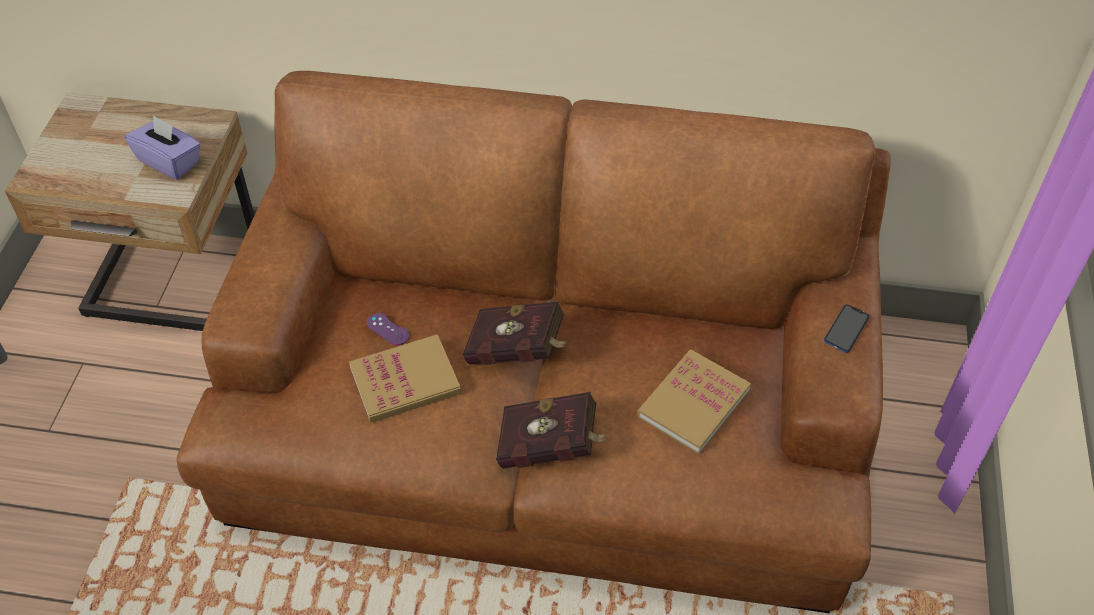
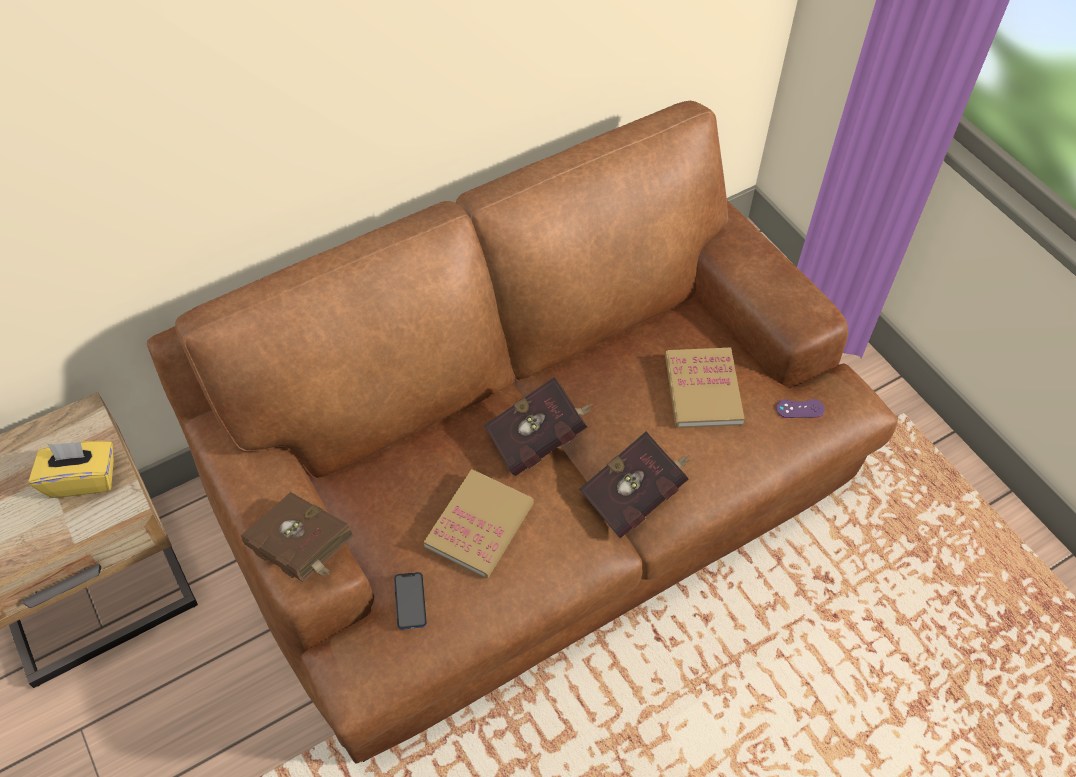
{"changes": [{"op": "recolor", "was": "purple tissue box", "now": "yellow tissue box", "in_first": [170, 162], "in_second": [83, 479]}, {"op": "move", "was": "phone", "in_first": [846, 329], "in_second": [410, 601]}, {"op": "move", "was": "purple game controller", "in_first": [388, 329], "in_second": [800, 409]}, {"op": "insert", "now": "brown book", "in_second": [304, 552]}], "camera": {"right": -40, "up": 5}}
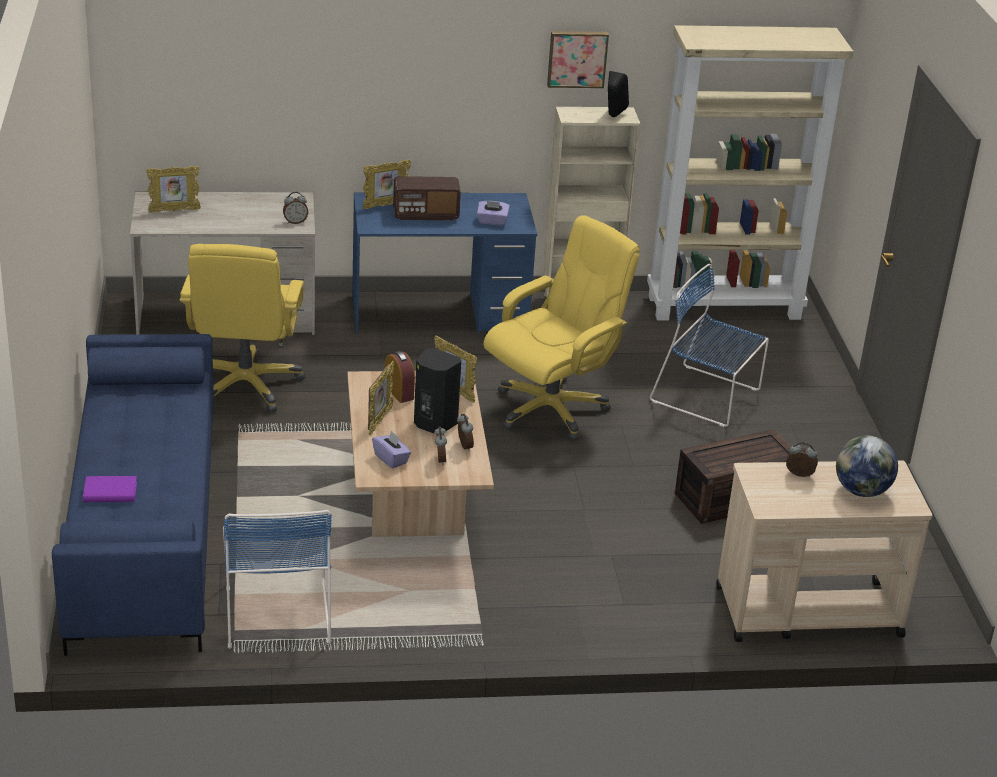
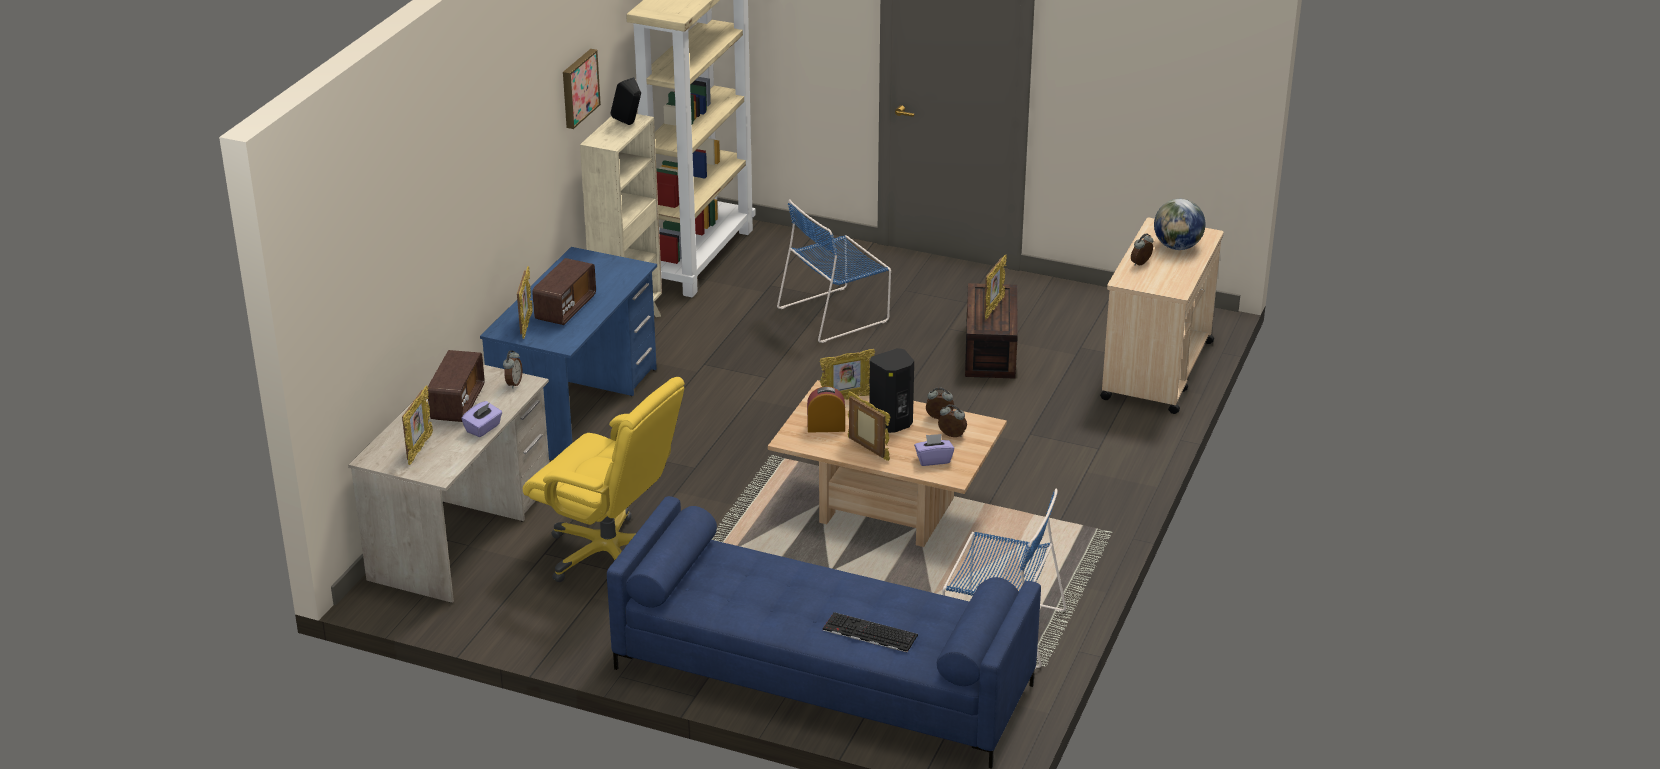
{"changes": [{"op": "move", "was": "purple tissue box", "in_first": [492, 221], "in_second": [483, 428]}, {"op": "delete", "was": "yellow office chair", "in_first": [551, 409]}, {"op": "replace", "was": "purple book", "now": "keyboard", "in_first": [110, 492], "in_second": [868, 633]}, {"op": "insert", "now": "picture frame", "in_second": [993, 308]}, {"op": "insert", "now": "radio", "in_second": [457, 404]}], "camera": {"right": -60, "up": 0}}
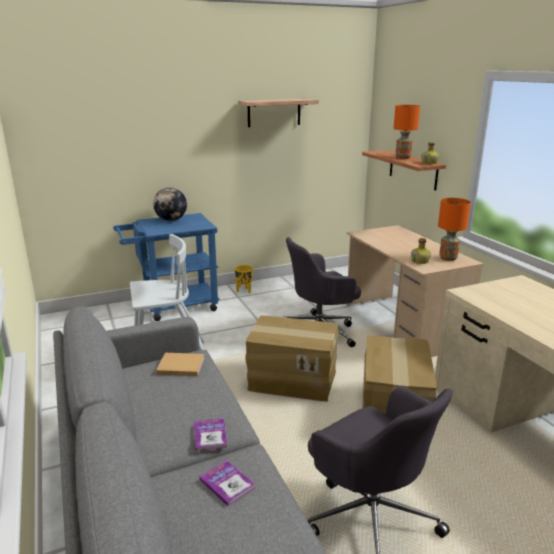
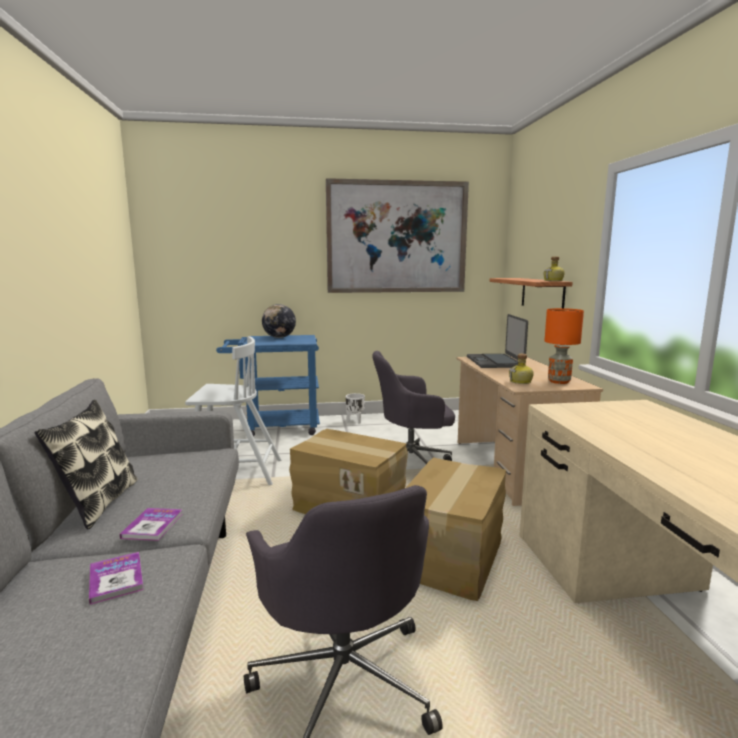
{"changes": [{"op": "replace", "was": "shelf", "now": "picture", "in_first": [274, 112], "in_second": [396, 237]}, {"op": "delete", "was": "orange table lamp", "in_first": [402, 157]}, {"op": "recolor", "was": "yellow planter", "now": "white planter", "in_first": [244, 290], "in_second": [355, 421]}, {"op": "delete", "was": "beige book", "in_first": [179, 366]}, {"op": "insert", "now": "laptop", "in_second": [495, 362]}, {"op": "insert", "now": "pillow", "in_second": [97, 503]}], "camera": {"right": 15, "up": -10}}
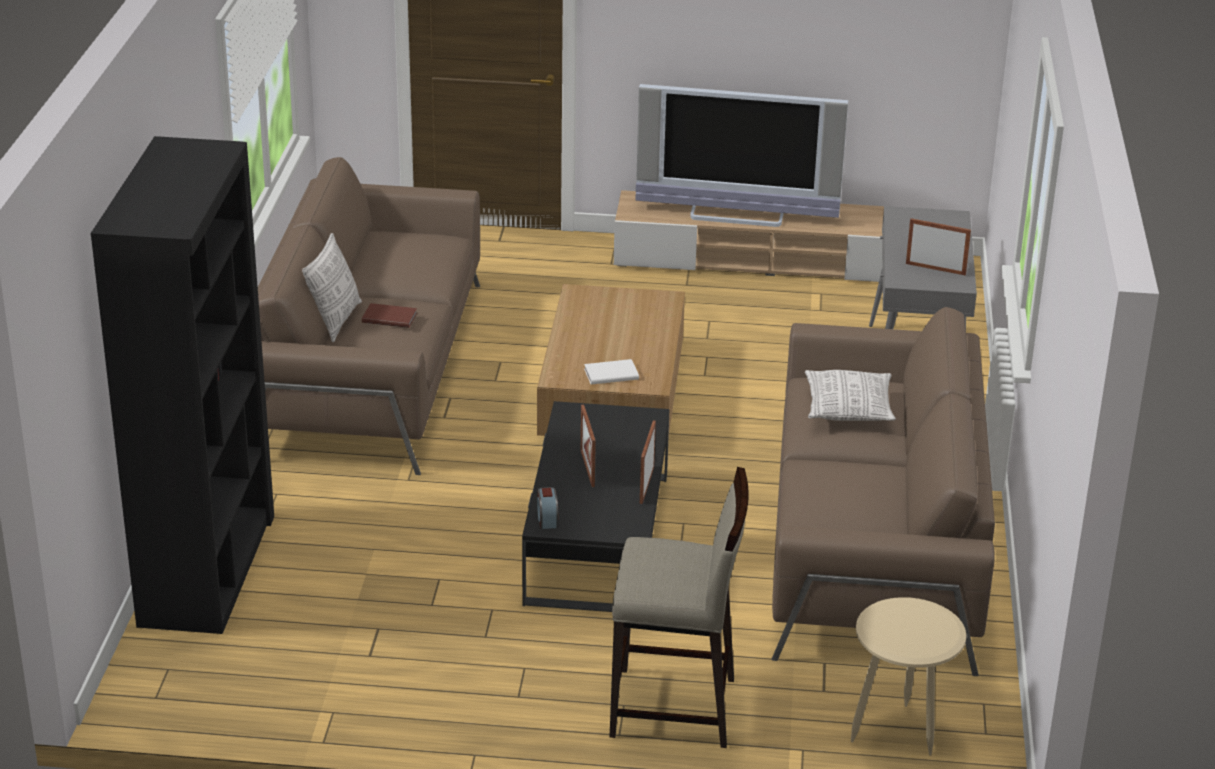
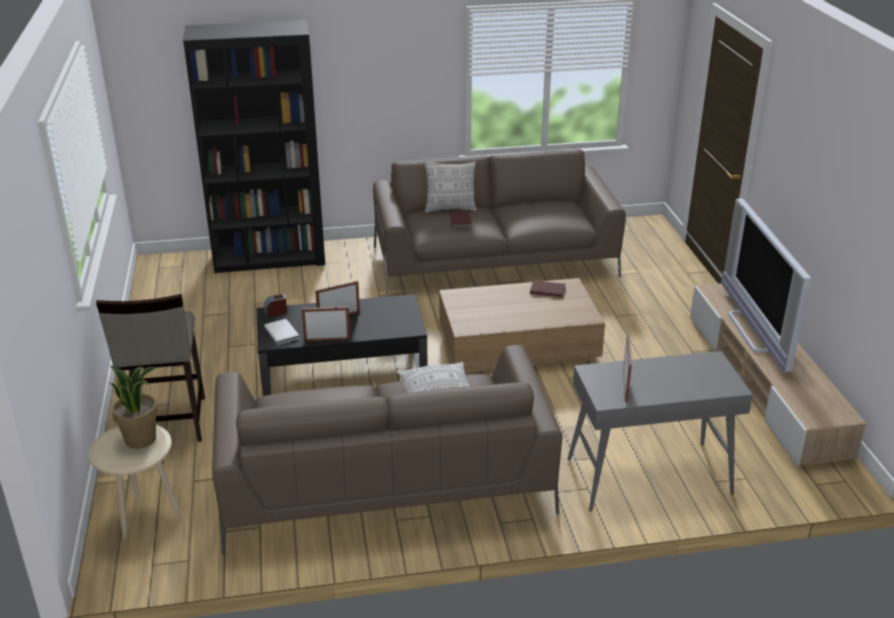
{"changes": [{"op": "move", "was": "white book", "in_first": [610, 373], "in_second": [282, 332]}, {"op": "insert", "now": "brown book", "in_second": [547, 290]}, {"op": "insert", "now": "potted plant", "in_second": [141, 439]}], "camera": {"right": 75, "up": 0}}
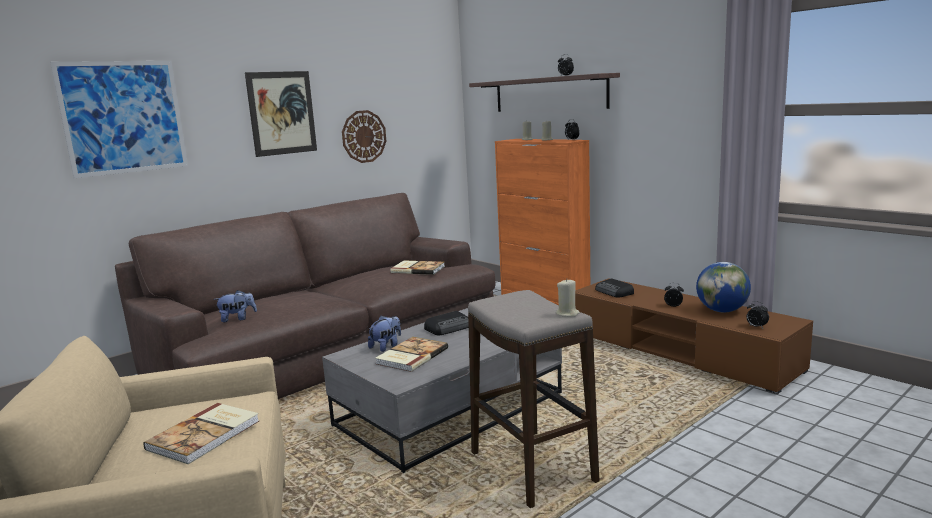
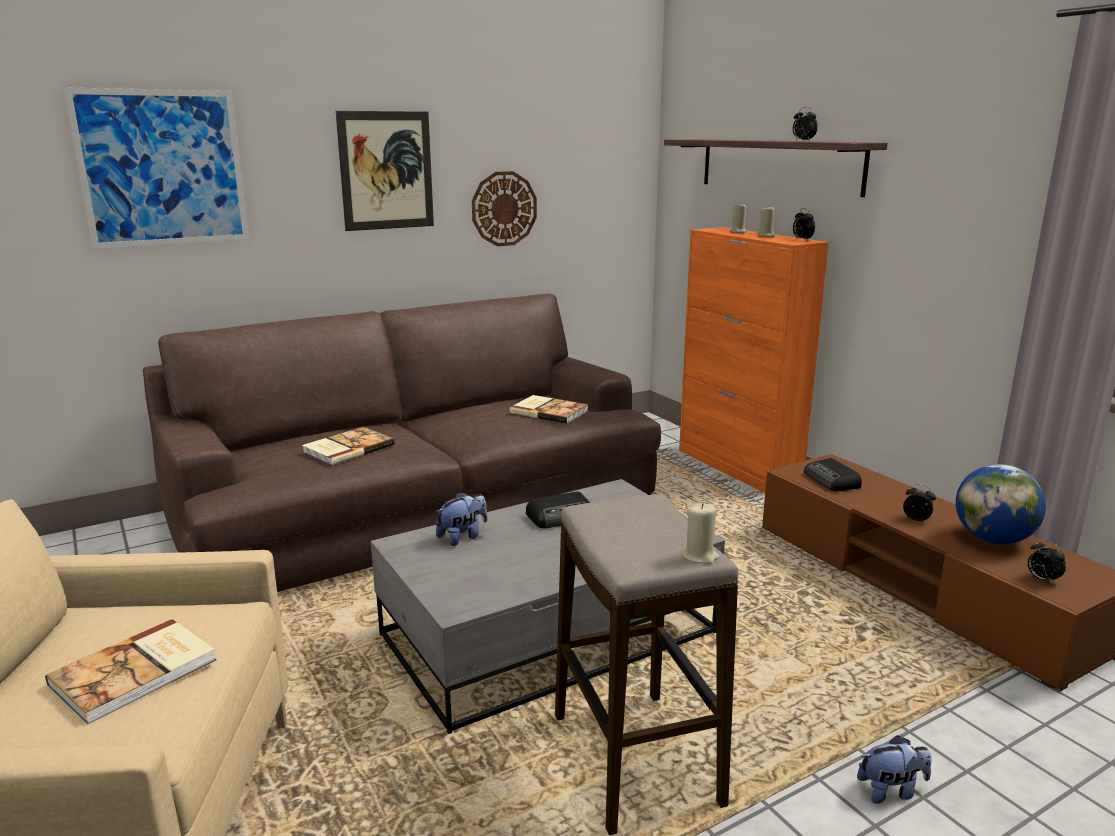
{"changes": [{"op": "move", "was": "plush toy", "in_first": [237, 319], "in_second": [891, 790]}, {"op": "move", "was": "book", "in_first": [410, 356], "in_second": [347, 448]}], "camera": {"right": 10, "up": 5}}
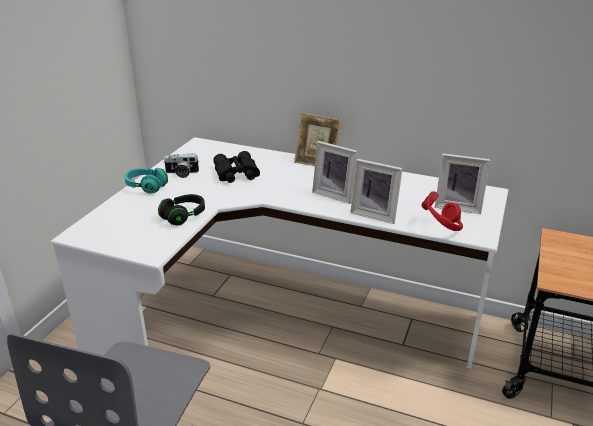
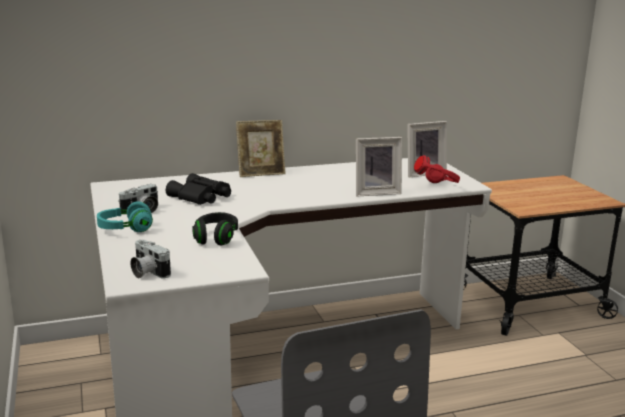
{"changes": [{"op": "delete", "was": "picture frame", "in_first": [335, 194]}, {"op": "insert", "now": "photo camera", "in_second": [147, 272]}], "camera": {"right": -40, "up": -10}}
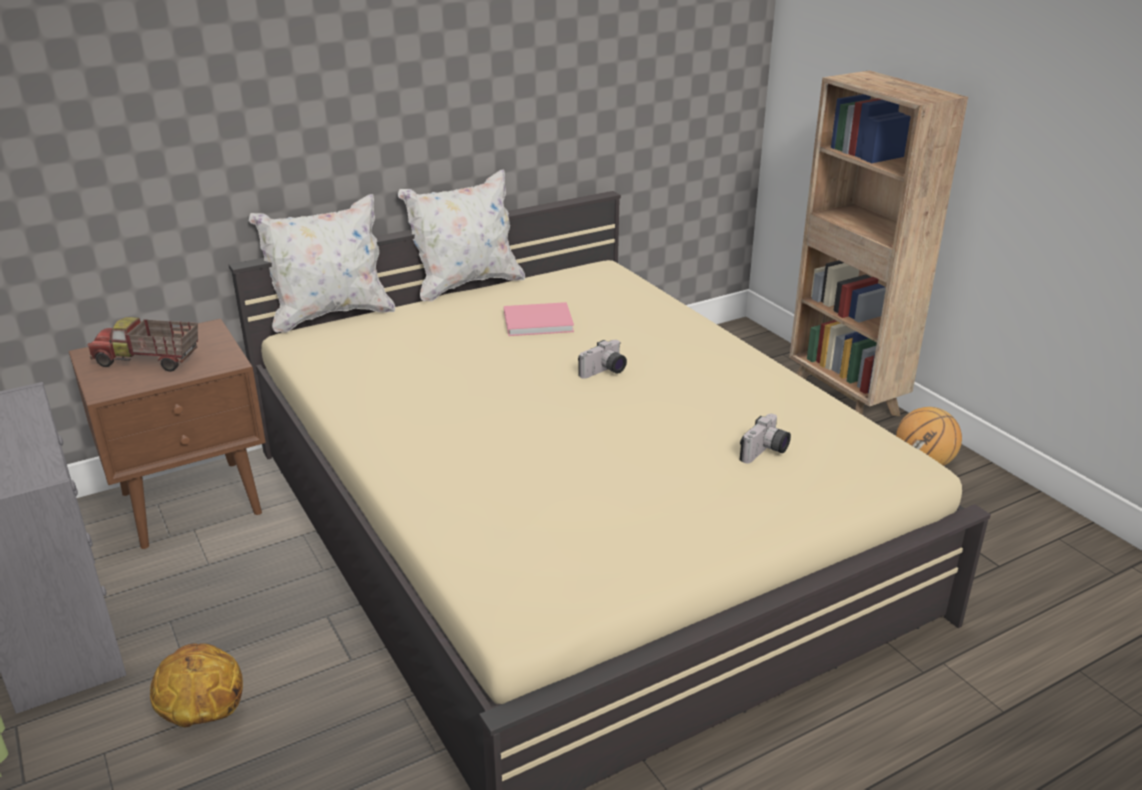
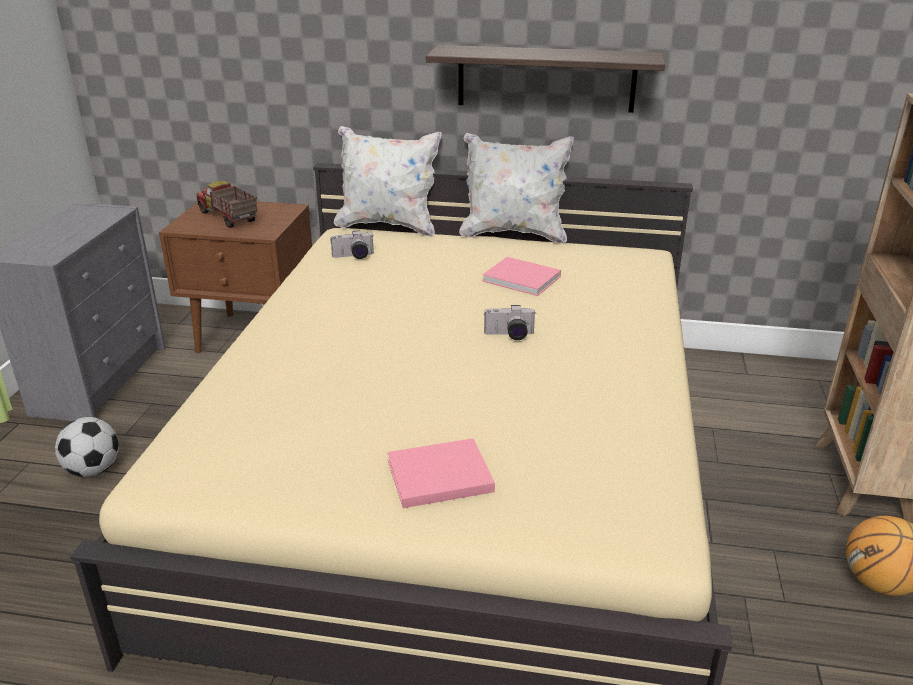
{"changes": [{"op": "move", "was": "photo camera", "in_first": [766, 452], "in_second": [353, 257]}, {"op": "replace", "was": "basketball", "now": "football", "in_first": [203, 716], "in_second": [93, 470]}, {"op": "insert", "now": "shelf", "in_second": [546, 78]}, {"op": "insert", "now": "pink book", "in_second": [436, 476]}], "camera": {"right": 40, "up": 0}}
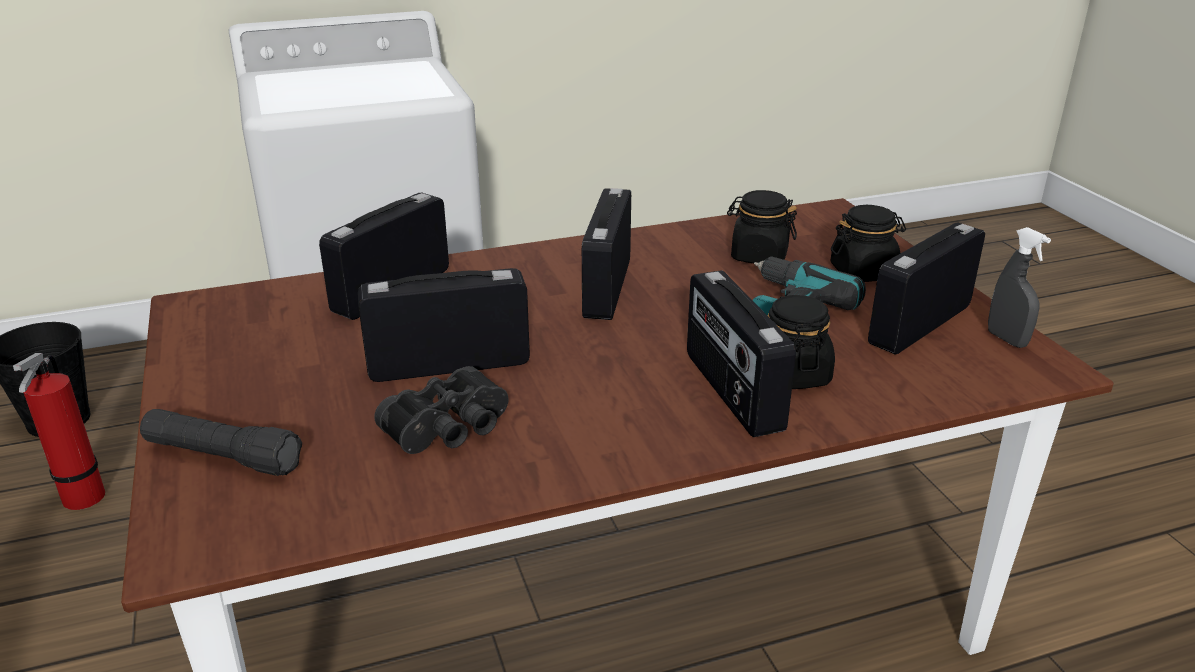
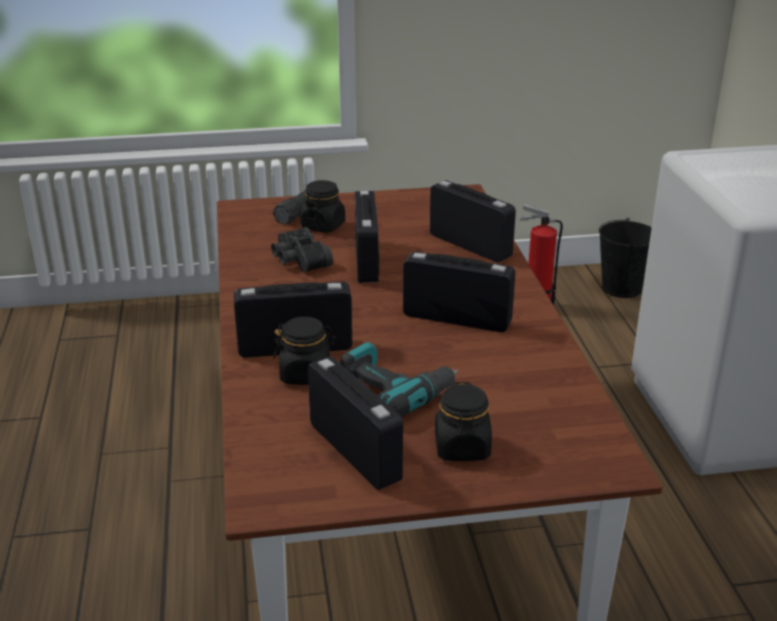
{"changes": [{"op": "move", "was": "black jar", "in_first": [759, 256], "in_second": [323, 225]}, {"op": "delete", "was": "grey spray bottle", "in_first": [1006, 339]}], "camera": {"right": 100, "up": 0}}
